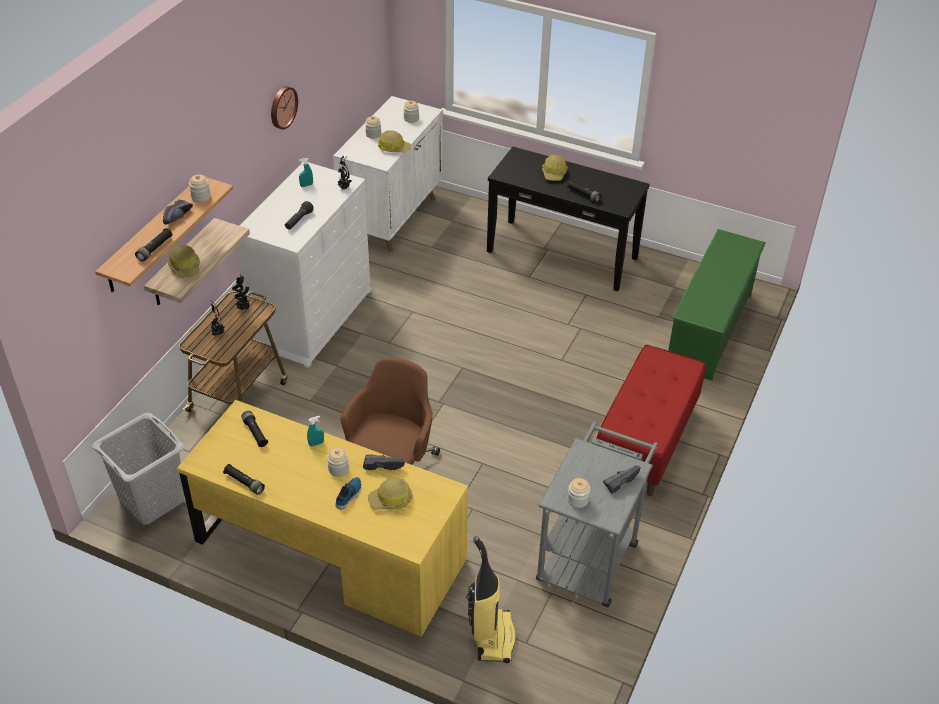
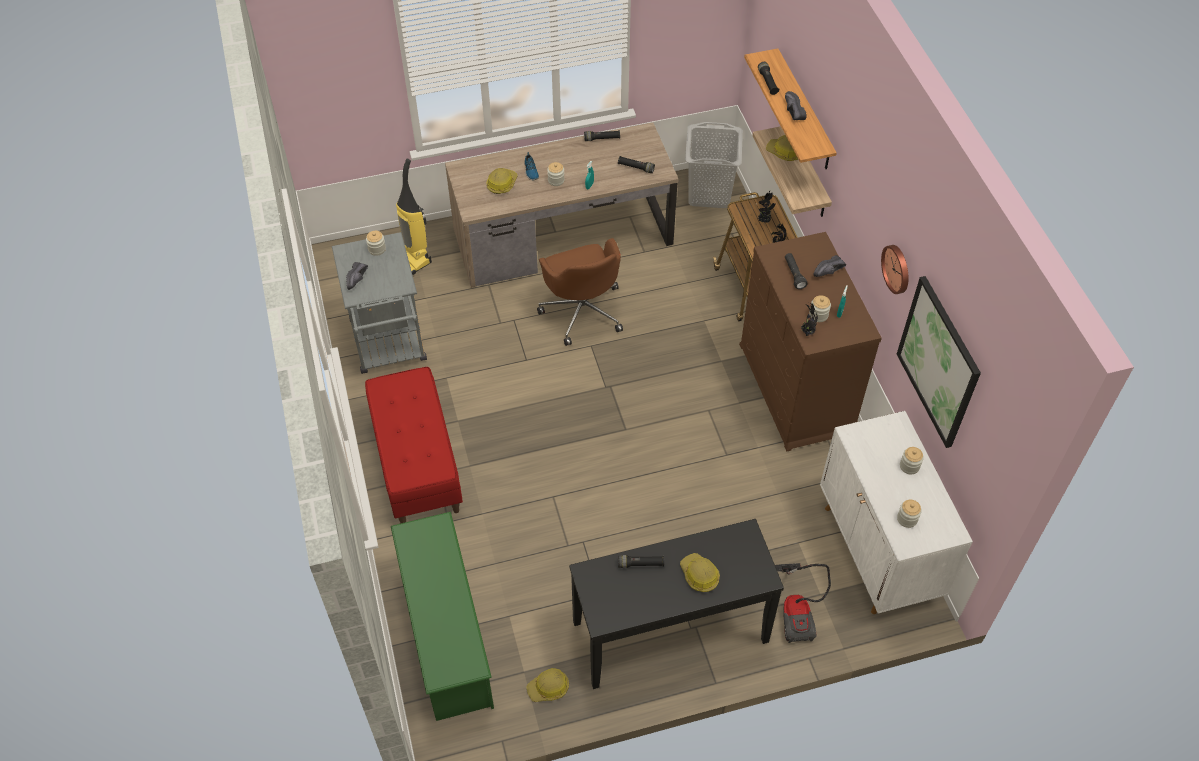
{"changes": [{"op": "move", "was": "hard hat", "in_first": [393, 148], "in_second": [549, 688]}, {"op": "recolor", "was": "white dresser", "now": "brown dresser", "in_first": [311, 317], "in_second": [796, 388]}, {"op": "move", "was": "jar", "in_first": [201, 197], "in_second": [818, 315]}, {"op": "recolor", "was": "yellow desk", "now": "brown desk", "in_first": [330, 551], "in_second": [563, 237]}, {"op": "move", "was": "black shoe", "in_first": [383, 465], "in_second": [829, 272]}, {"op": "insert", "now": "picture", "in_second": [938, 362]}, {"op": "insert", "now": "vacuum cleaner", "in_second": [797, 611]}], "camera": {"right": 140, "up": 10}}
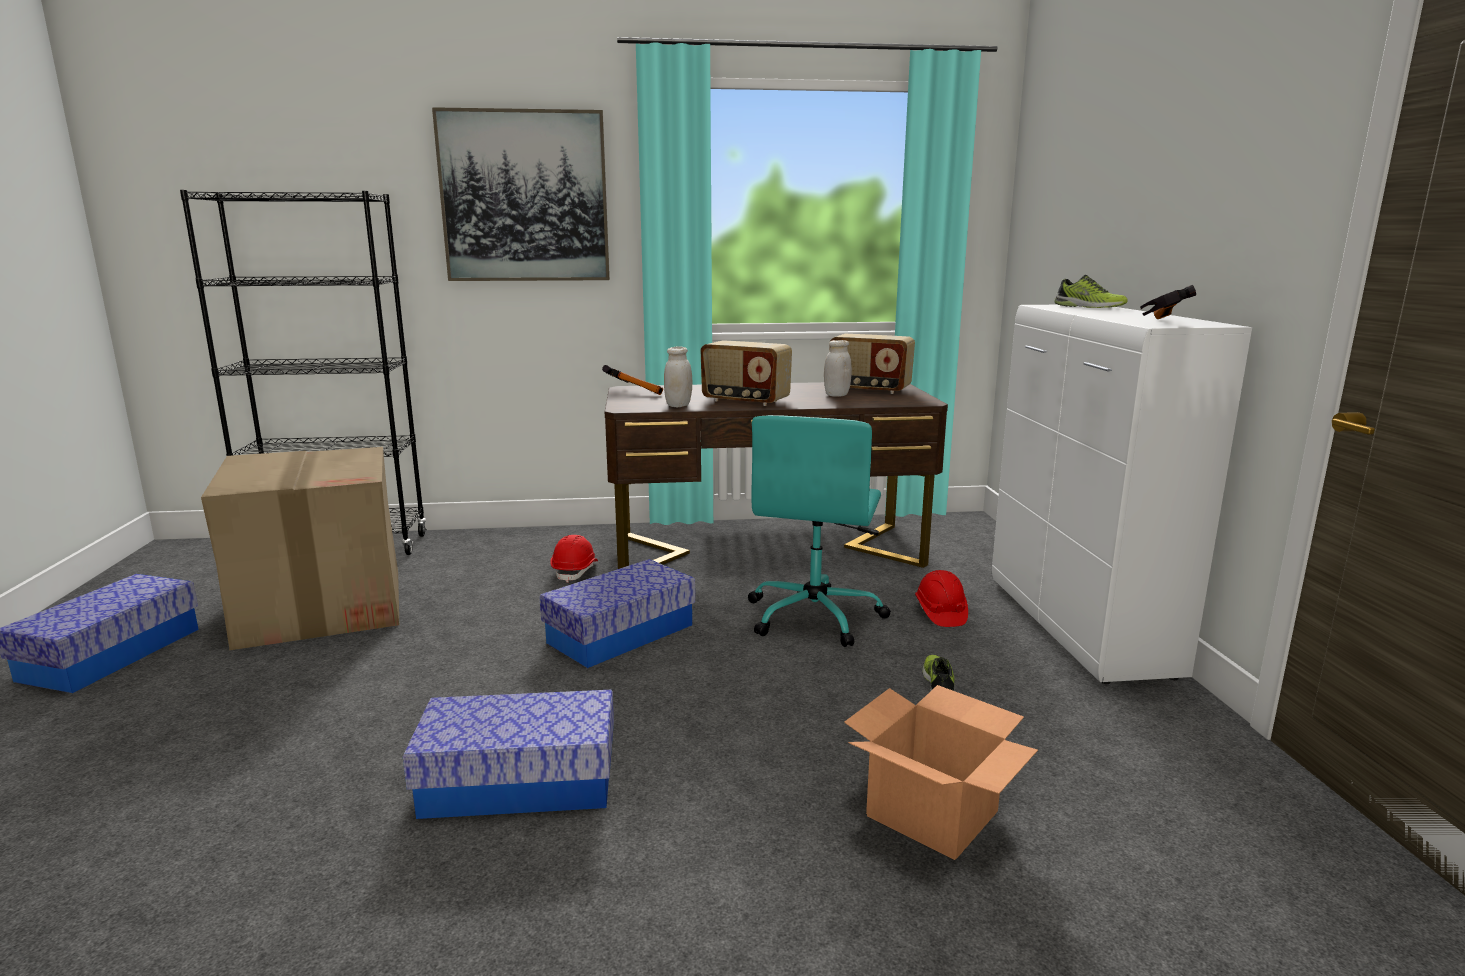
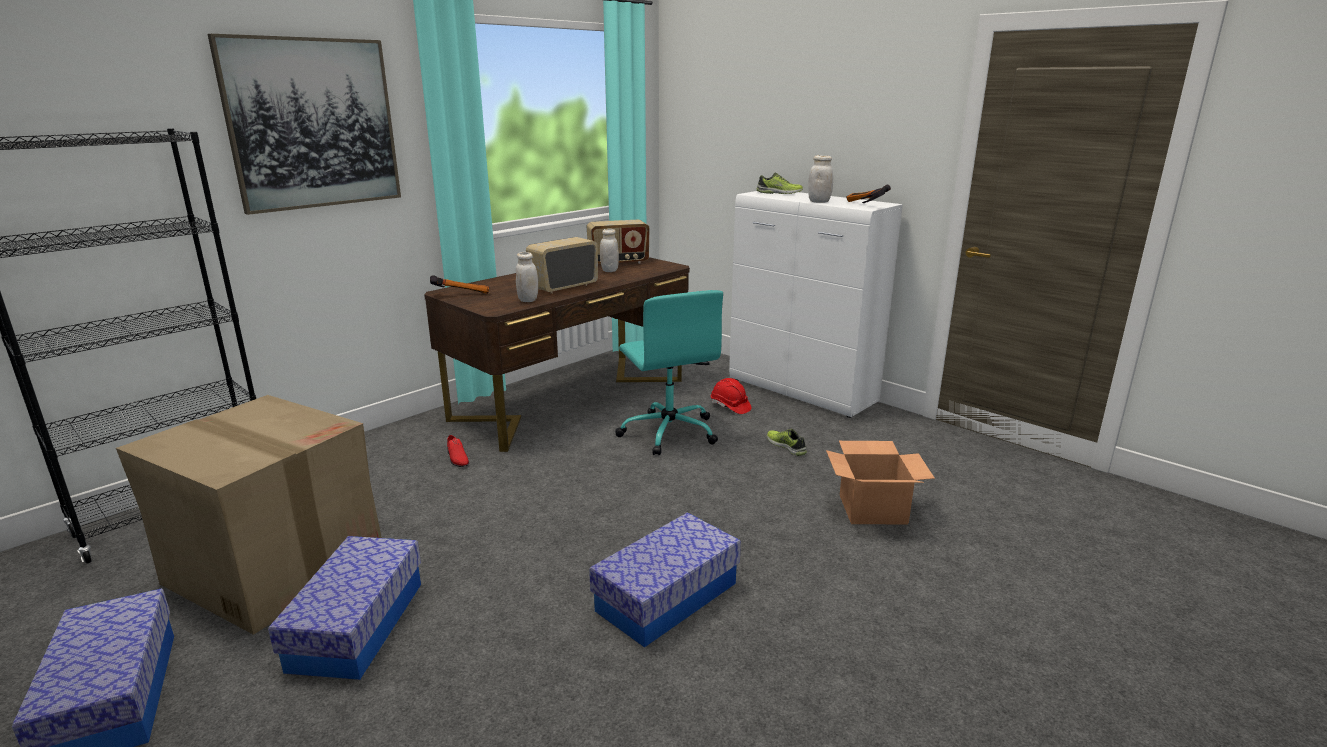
{"changes": [{"op": "rotate", "was": "radio", "in_first": [745, 401], "in_second": [563, 287], "clockwise": 150}, {"op": "replace", "was": "red hard hat", "now": "red shoe", "in_first": [575, 571], "in_second": [457, 458]}, {"op": "move", "was": "storage box", "in_first": [621, 633], "in_second": [357, 625]}, {"op": "insert", "now": "white jar", "in_second": [819, 202]}], "camera": {"right": -40, "up": 5}}
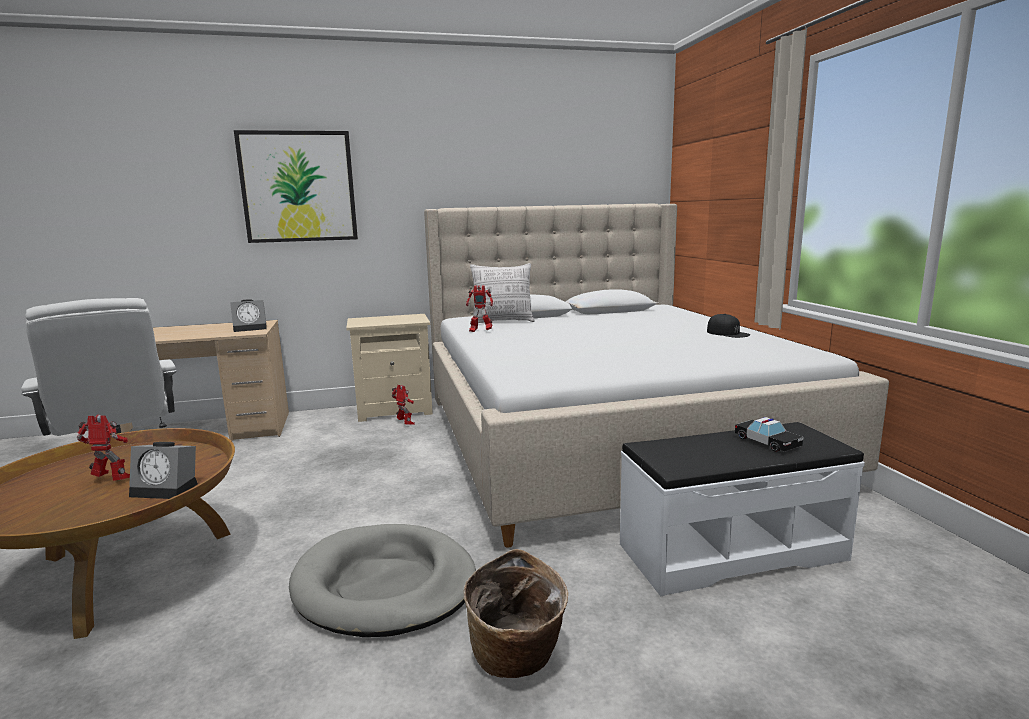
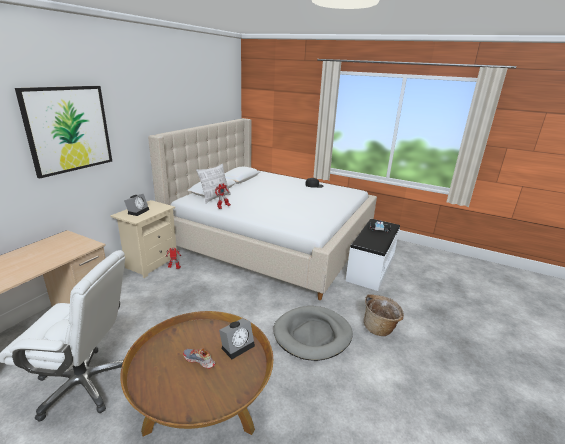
{"changes": [{"op": "move", "was": "alarm clock", "in_first": [251, 328], "in_second": [138, 211]}, {"op": "replace", "was": "toy robot", "now": "shoe", "in_first": [113, 481], "in_second": [199, 361]}], "camera": {"right": -50, "up": 10}}
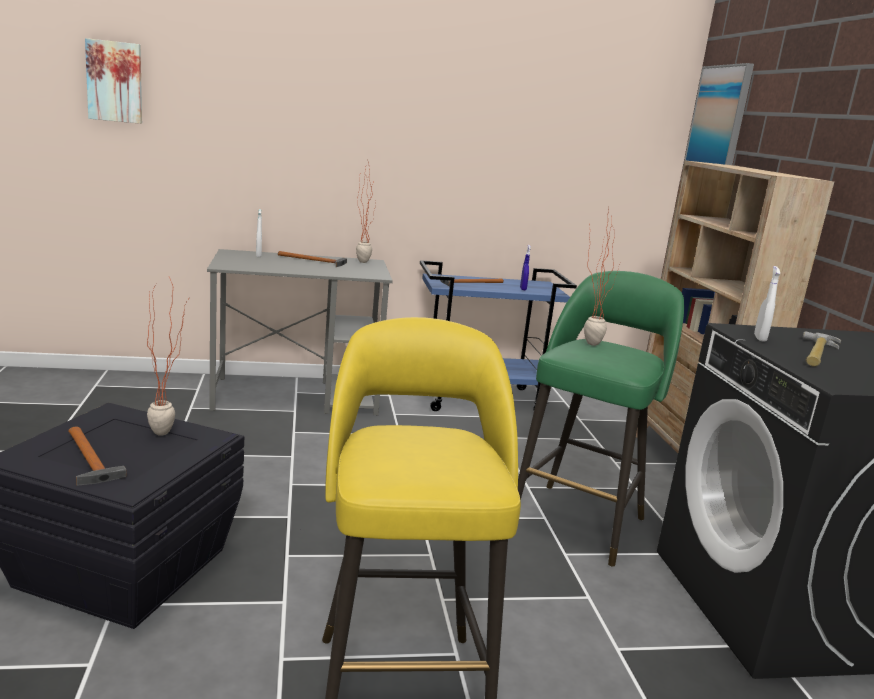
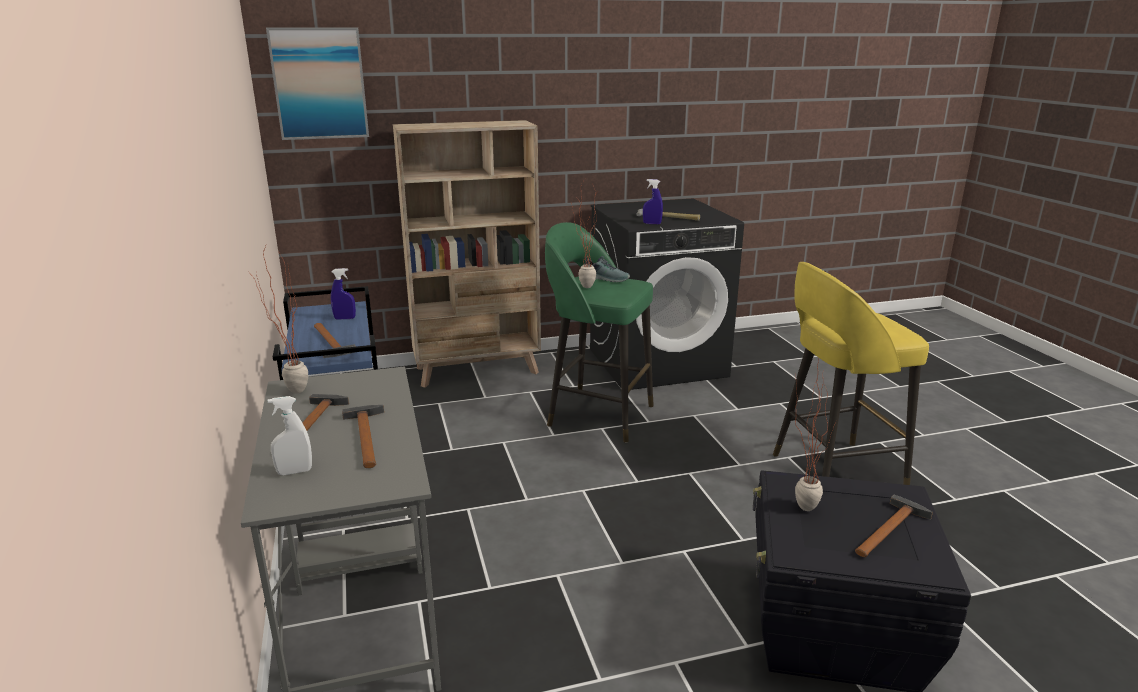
{"changes": [{"op": "delete", "was": "picture", "in_first": [115, 81]}, {"op": "recolor", "was": "white spray bottle", "now": "blue spray bottle", "in_first": [760, 338], "in_second": [652, 223]}, {"op": "insert", "now": "shoe", "in_second": [606, 278]}, {"op": "insert", "now": "hammer", "in_second": [366, 436]}], "camera": {"right": -95, "up": 5}}
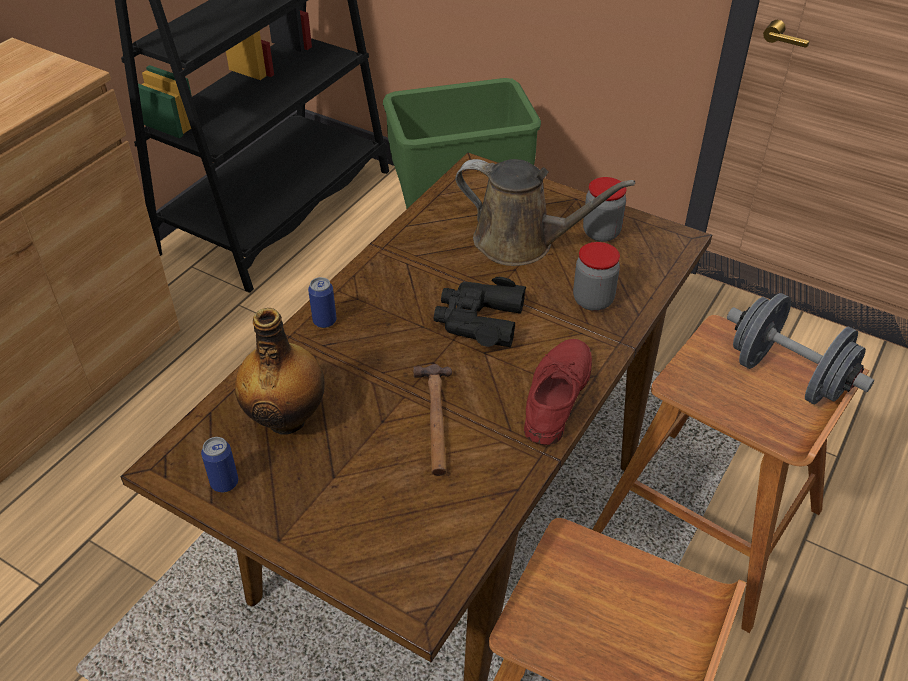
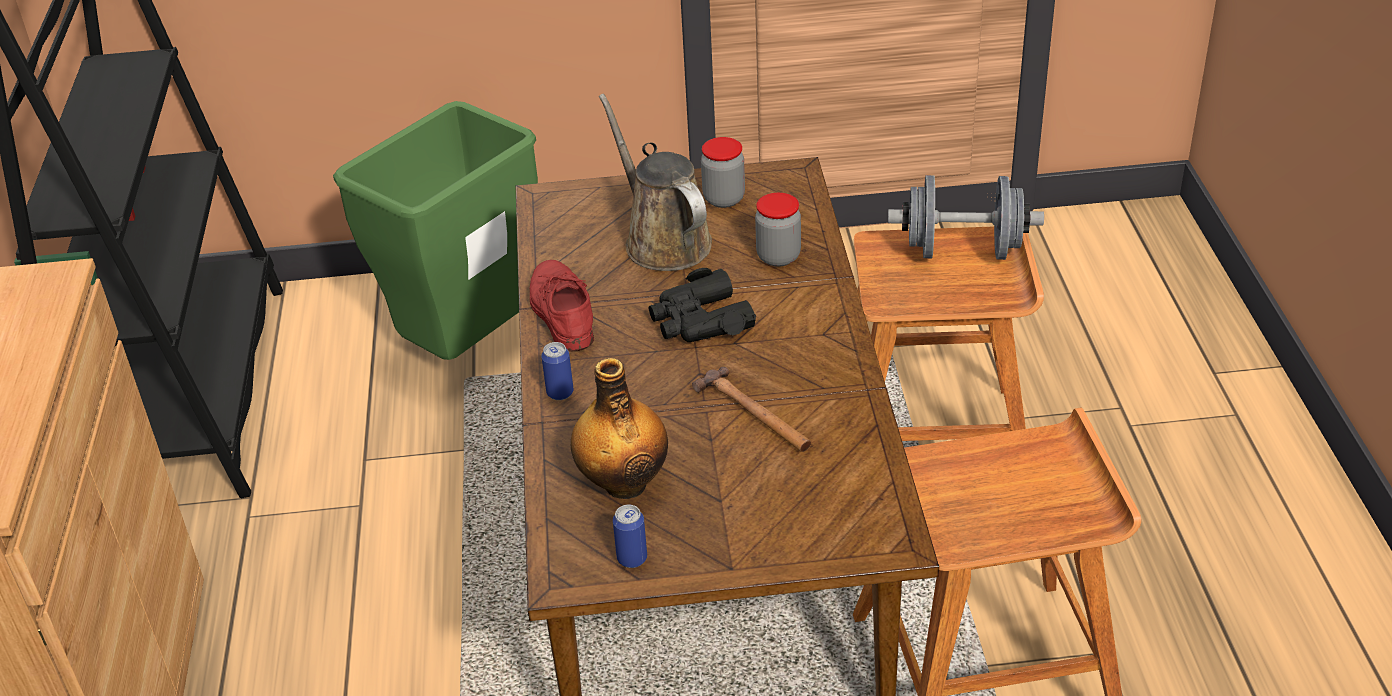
{"changes": [{"op": "rotate", "was": "brown watering can", "in_first": [521, 243], "in_second": [663, 240], "clockwise": -105}, {"op": "move", "was": "red shoe", "in_first": [556, 394], "in_second": [561, 311]}], "camera": {"right": -35, "up": -5}}
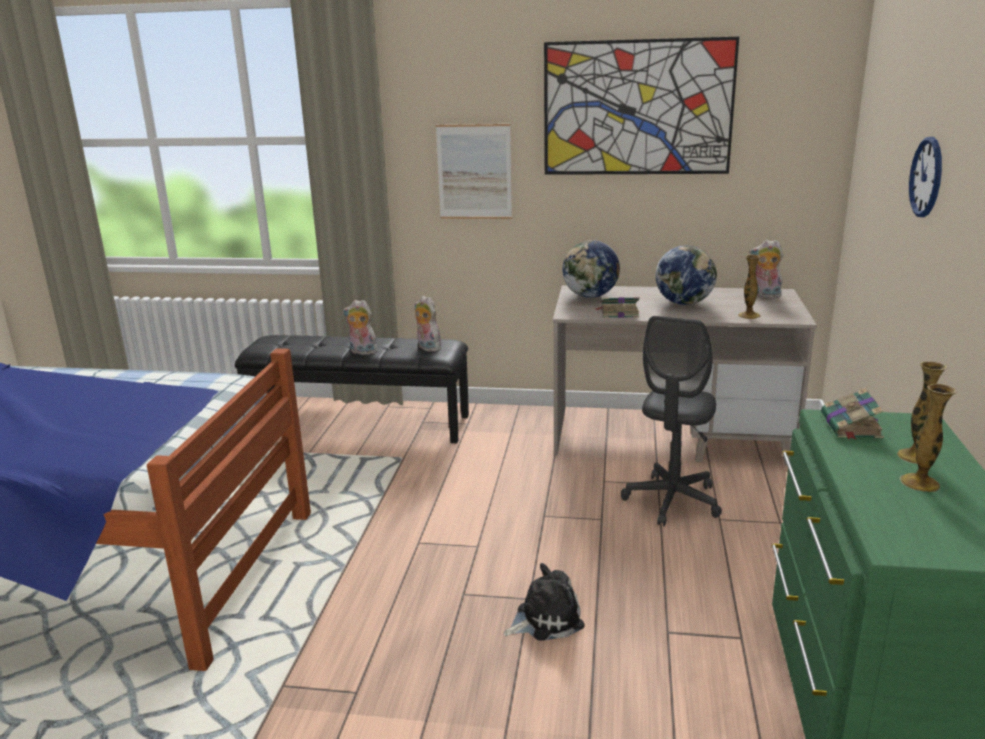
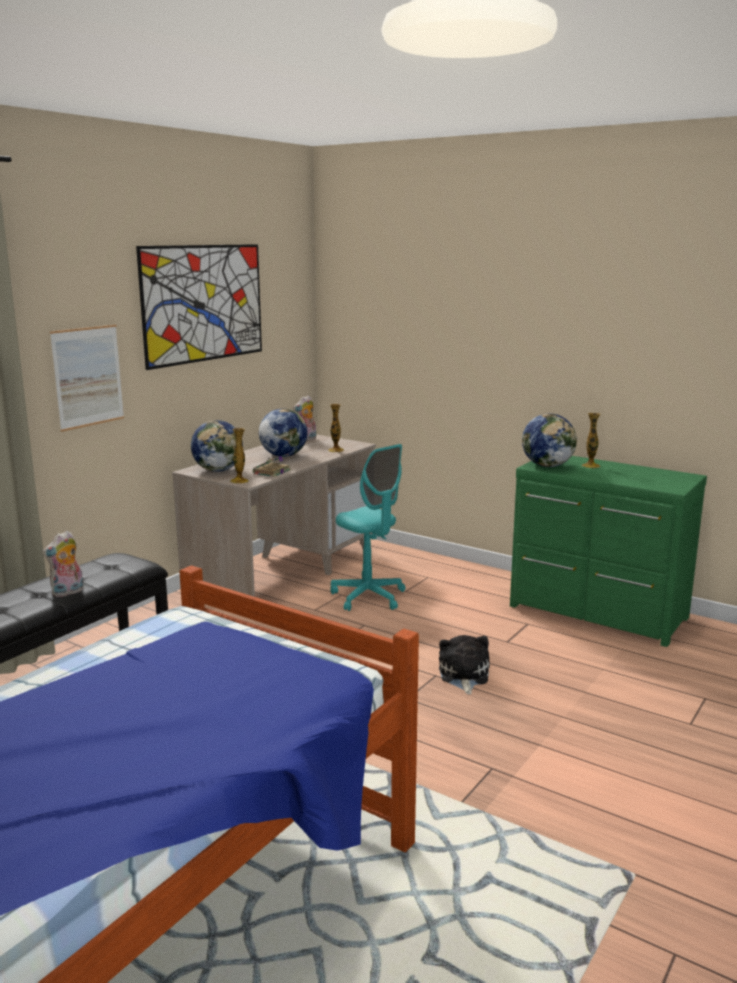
{"changes": [{"op": "delete", "was": "wall clock", "in_first": [926, 177]}, {"op": "delete", "was": "plush toy", "in_first": [427, 348]}, {"op": "recolor", "was": "grey office chair", "now": "turquoise office chair", "in_first": [672, 501], "in_second": [368, 597]}, {"op": "move", "was": "vase", "in_first": [919, 483], "in_second": [239, 481]}, {"op": "replace", "was": "book", "now": "globe", "in_first": [851, 426], "in_second": [548, 466]}], "camera": {"right": -65, "up": -5}}
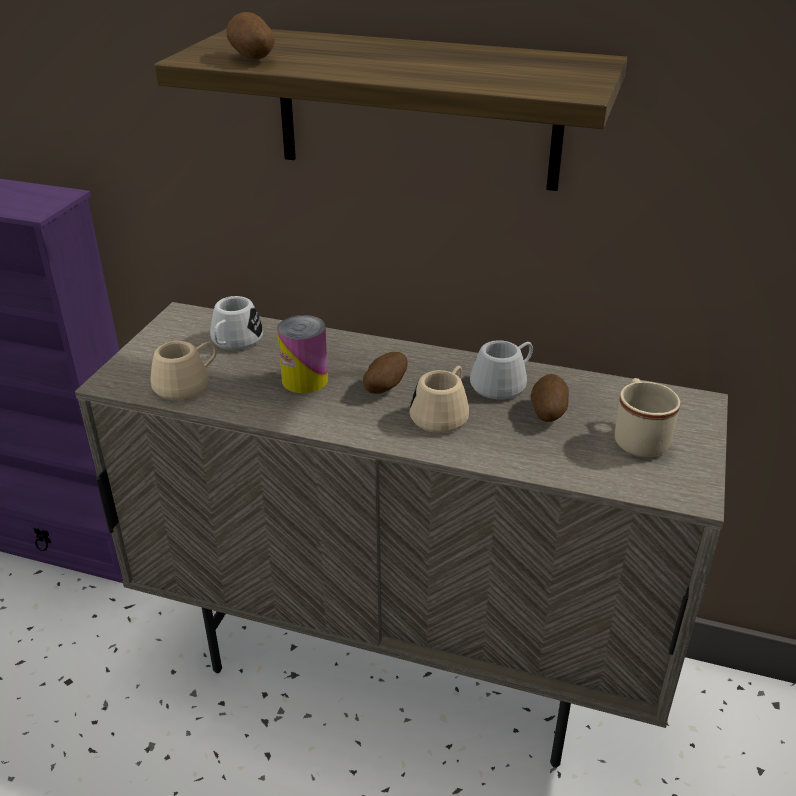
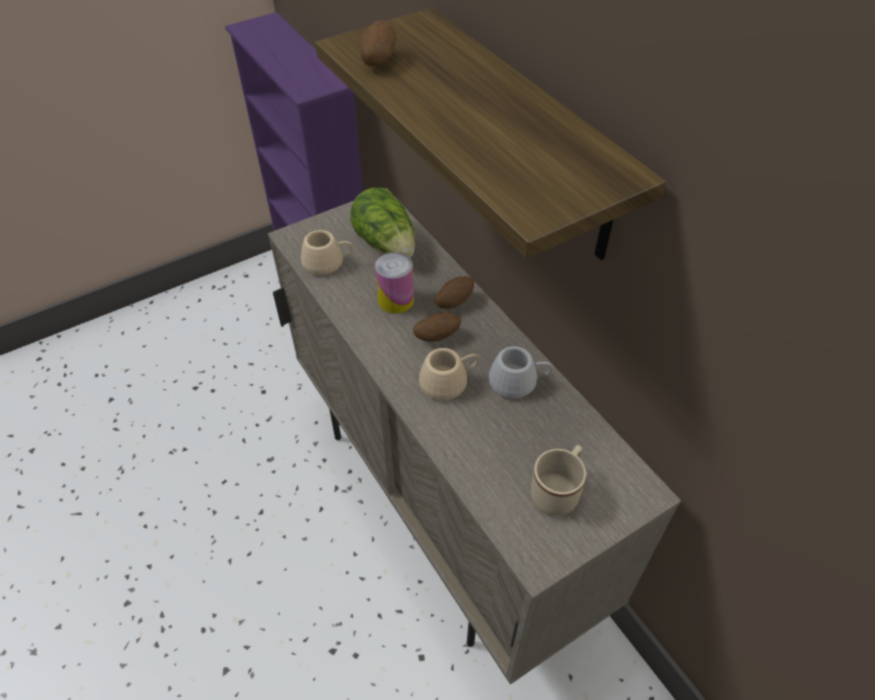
{"changes": [{"op": "replace", "was": "white mug", "now": "lettuce", "in_first": [234, 342], "in_second": [387, 243]}, {"op": "move", "was": "potato", "in_first": [547, 413], "in_second": [454, 302]}], "camera": {"right": 40, "up": 15}}
